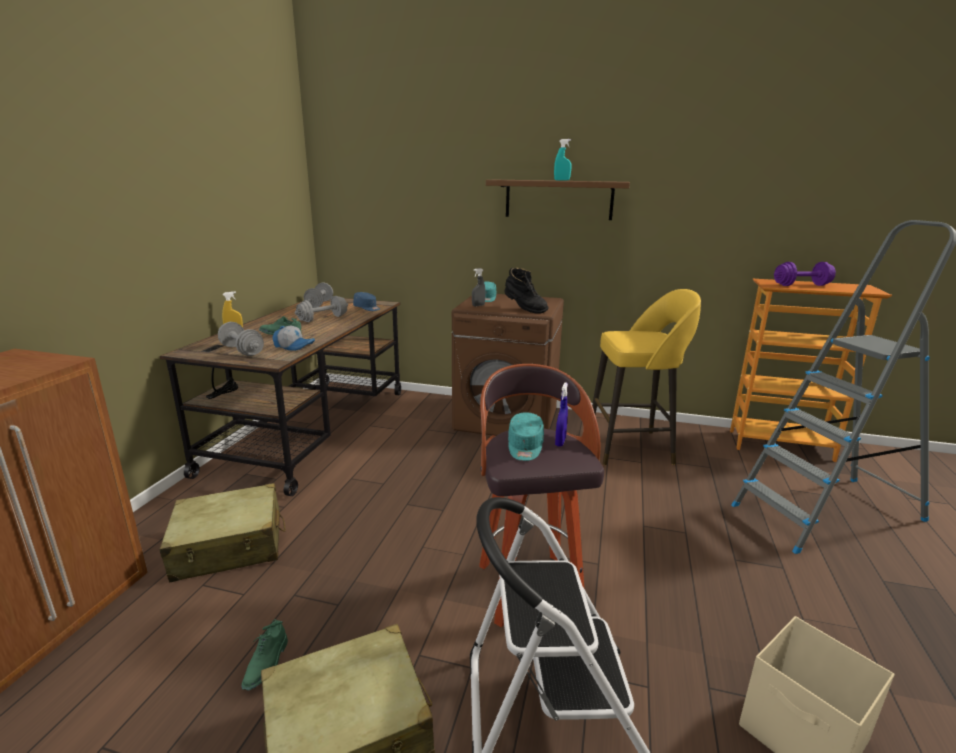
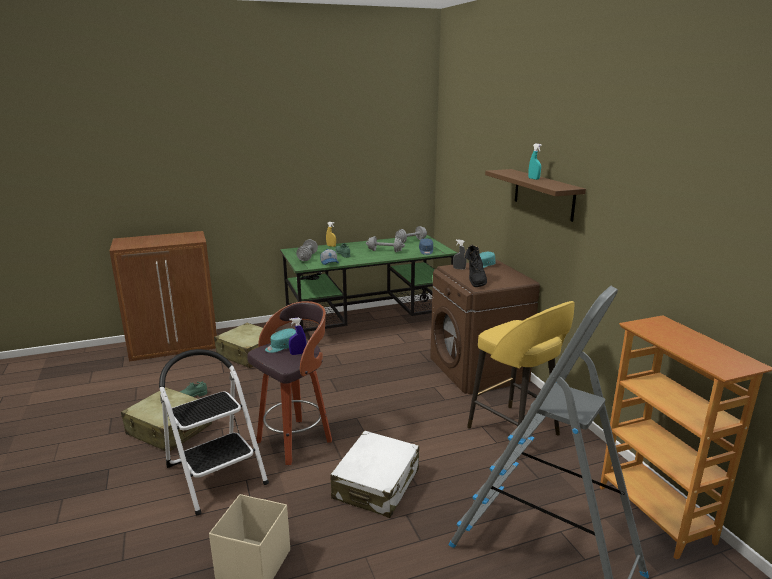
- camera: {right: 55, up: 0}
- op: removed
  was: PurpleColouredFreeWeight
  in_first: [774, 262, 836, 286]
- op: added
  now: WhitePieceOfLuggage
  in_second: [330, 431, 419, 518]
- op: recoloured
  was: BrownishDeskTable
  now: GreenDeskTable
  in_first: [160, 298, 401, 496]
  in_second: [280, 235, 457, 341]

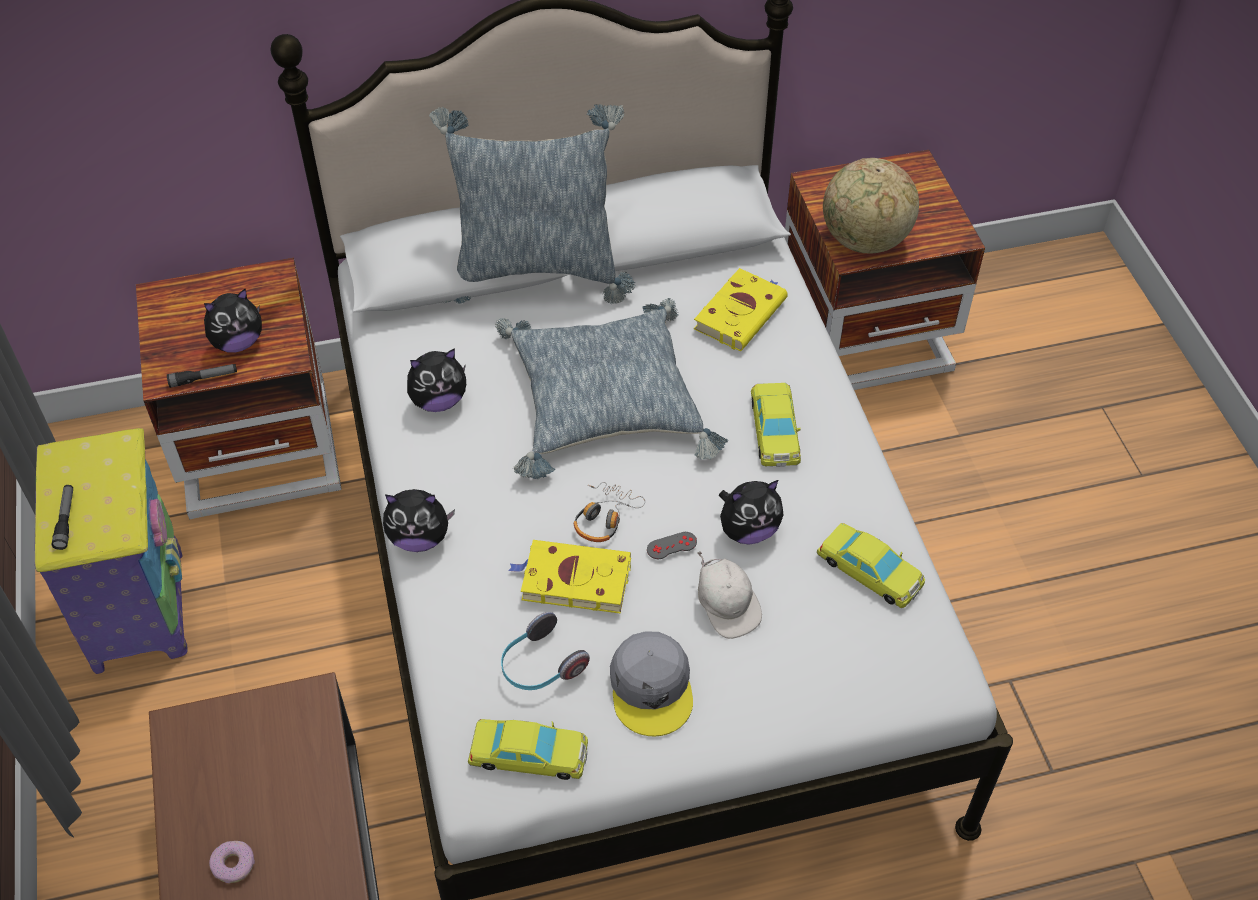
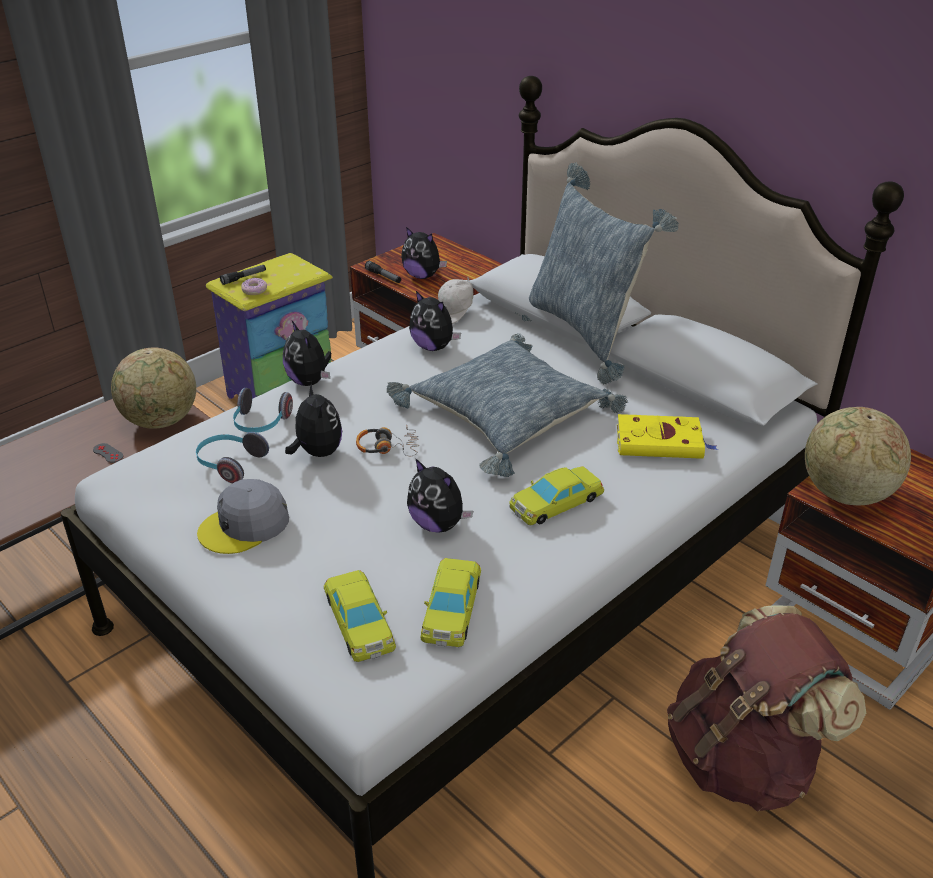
- camera: {right: 60, up: -15}
- op: added
  now: DeskGlobe
  in_second: [111, 348, 196, 429]
- op: added
  now: PairOfHeadphones
  in_second: [233, 388, 293, 433]
- op: added
  now: BrownishRucksack
  in_second: [667, 605, 866, 812]
- op: moved
  was: Doughnut
  in_first: [209, 841, 255, 883]
  in_second: [241, 278, 267, 295]
- op: moved
  was: YellowColouredModelCar
  in_first: [468, 719, 588, 780]
  in_second: [324, 570, 396, 662]
- op: moved
  was: GreyishGameController
  in_first: [647, 532, 697, 559]
  in_second: [93, 443, 123, 463]
- op: moved
  was: WhitePeakedCap
  in_first: [697, 551, 762, 639]
  in_second: [438, 277, 473, 324]
- op: replaced
  was: YellowColouredVolume
  now: PlushToy
  in_first: [508, 540, 631, 614]
  in_second: [285, 383, 342, 457]

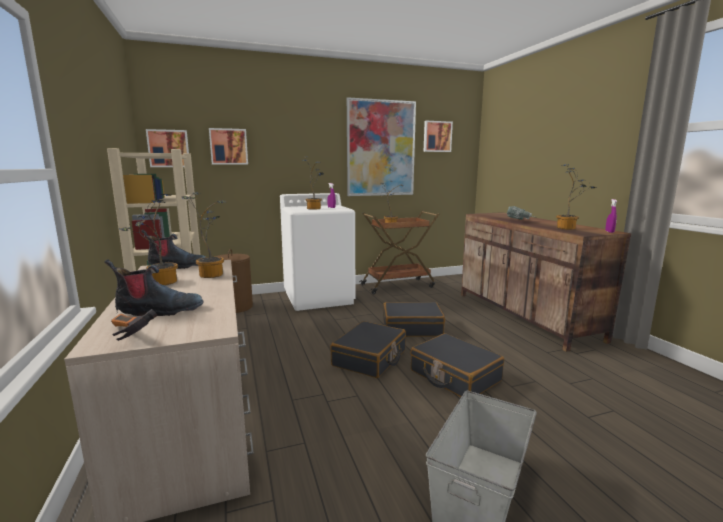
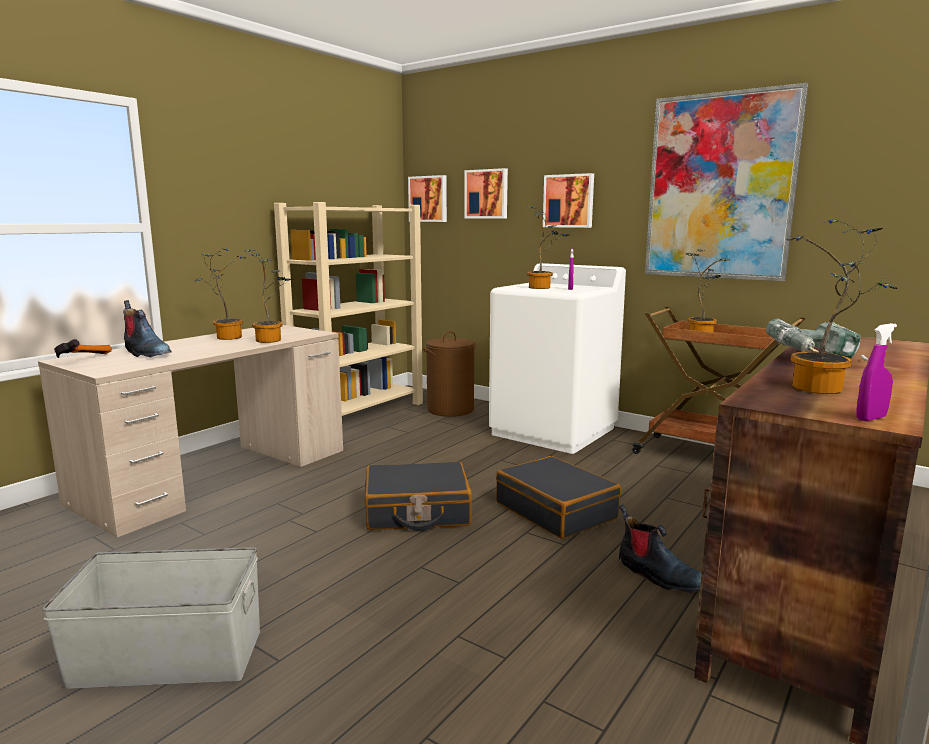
- camera: {right: 55, up: 0}
- op: removed
  was: BlackPieceOfLuggage
  in_first: [410, 333, 504, 397]
- op: moved
  was: Boot
  in_first: [141, 230, 205, 269]
  in_second: [619, 504, 702, 593]
- op: moved
  was: WallPicture
  in_first: [424, 121, 453, 152]
  in_second: [543, 173, 594, 228]

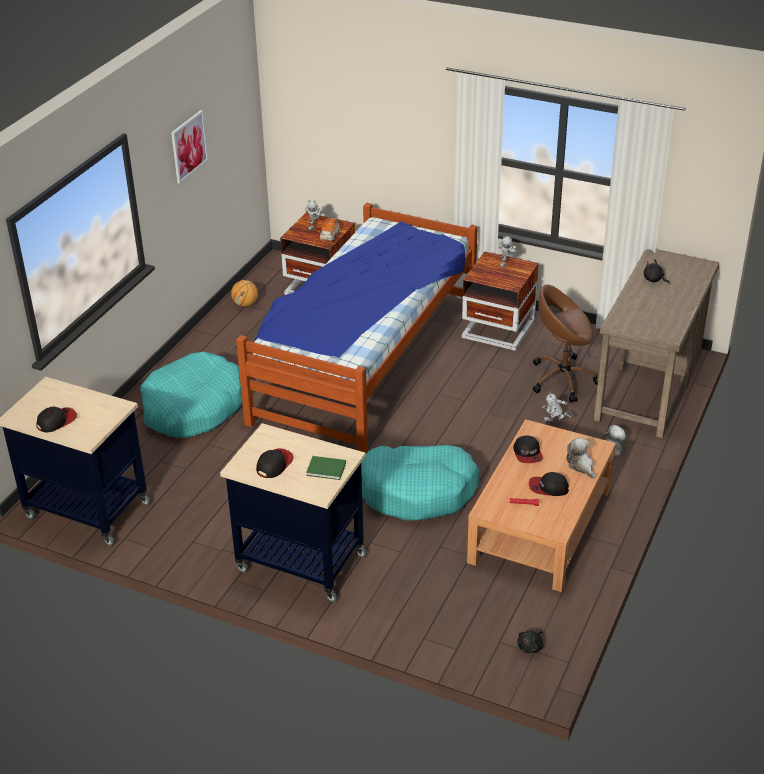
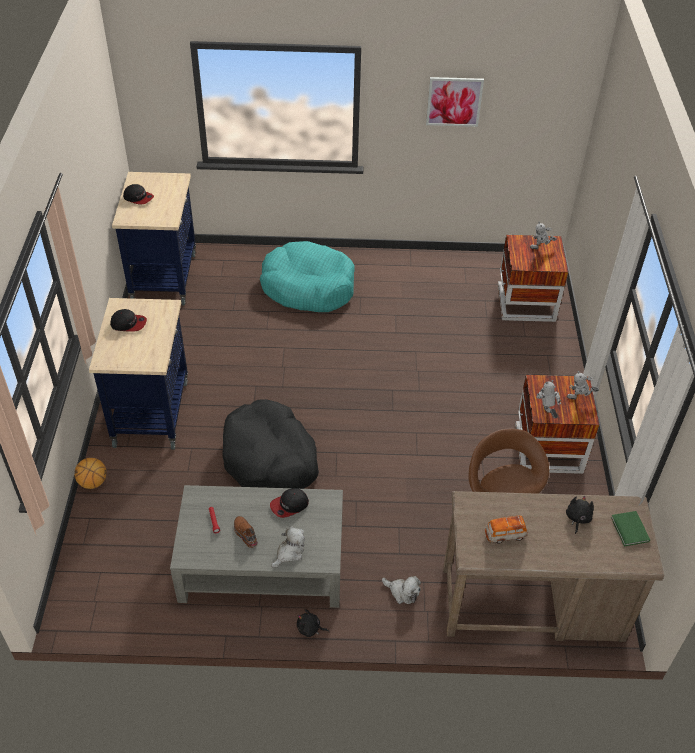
- camera: {right: 65, up: 10}
- op: removed
  was: BedroomBed
  in_first: [236, 202, 478, 454]
- op: moved
  was: Basketball
  in_first: [231, 280, 258, 307]
  in_second: [74, 458, 107, 489]
- op: moved
  was: GreenVolume
  in_first: [306, 456, 346, 480]
  in_second: [611, 511, 650, 547]
- op: moved
  was: ModelCar
  in_first: [320, 218, 340, 242]
  in_second: [485, 515, 528, 544]
- op: moved
  was: BlackPlushToy
  in_first: [517, 630, 544, 653]
  in_second: [297, 609, 329, 637]
- op: moved
  was: RobotFigure
  in_first: [542, 391, 573, 423]
  in_second: [536, 380, 561, 418]
- op: replaced
  was: PeakedCap
  now: BrownishLowShoe
  in_first: [529, 472, 569, 496]
  in_second: [234, 516, 258, 548]
- op: recoloured
  was: TurquoiseColouredPetBed
  now: BlackPetBed
  in_first: [361, 445, 479, 521]
  in_second: [222, 399, 319, 489]
- op: recoloured
  was: BrownishCoffeeTable
  now: GreyishCoffeeTable
  in_first: [467, 419, 616, 592]
  in_second: [170, 485, 343, 608]

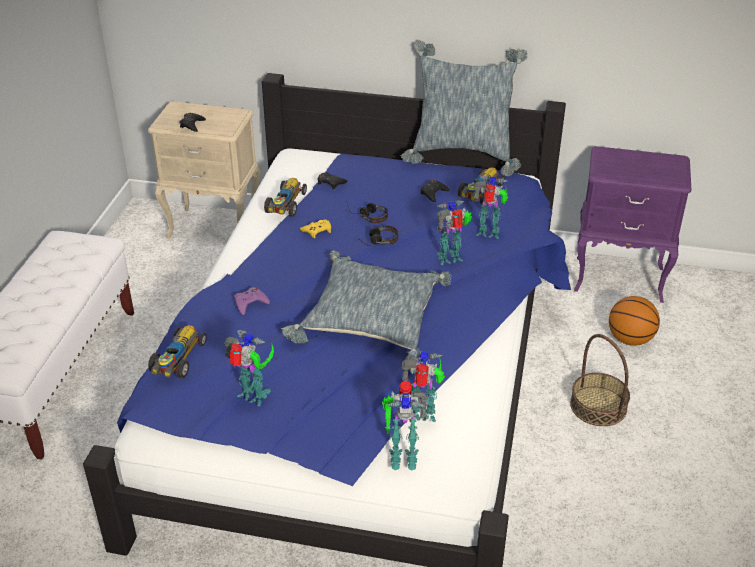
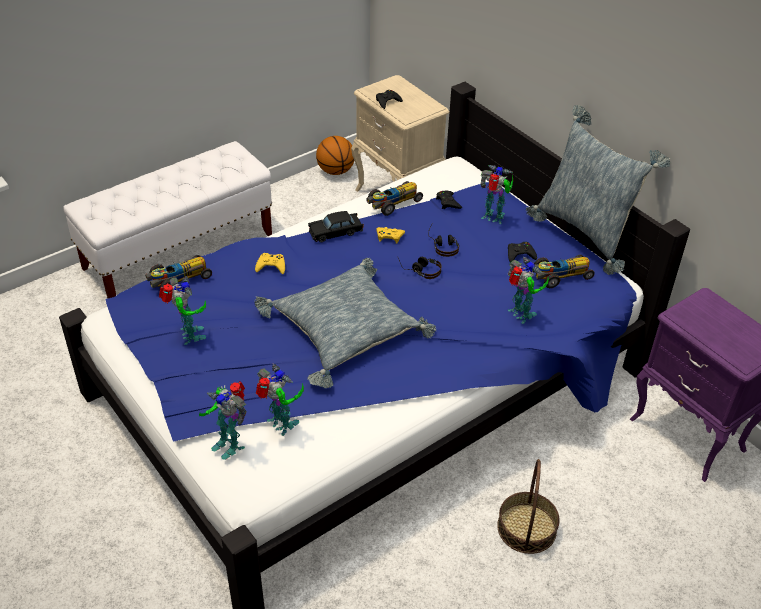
- camera: {right: 40, up: 5}
- op: added
  now: BlackModelCar
  in_second: [308, 211, 364, 242]
- op: moved
  was: RobotFigure
  in_first: [436, 200, 472, 265]
  in_second: [480, 165, 513, 224]
- op: moved
  was: Basketball
  in_first: [609, 296, 660, 346]
  in_second: [316, 136, 354, 175]
- op: recoloured
  was: PurpleColouredGameController
  now: YellowColouredGameController
  in_first: [234, 287, 270, 315]
  in_second: [255, 253, 285, 274]

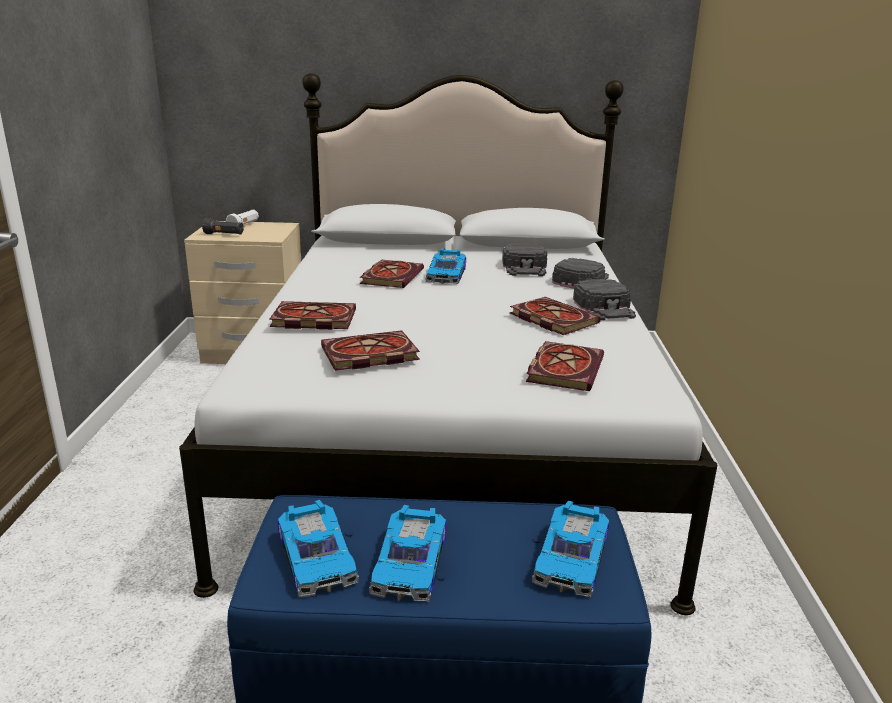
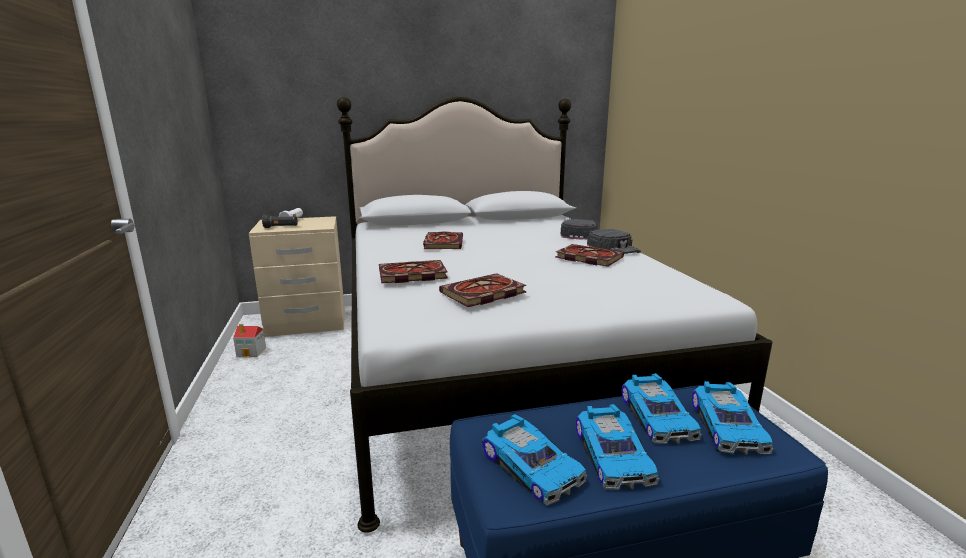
- camera: {right: -15, up: -5}
- op: removed
  was: BlackPeakedCap
  in_first: [503, 244, 547, 276]
- op: removed
  was: Volume
  in_first: [526, 341, 604, 391]
- op: added
  now: ModelHouse
  in_second: [233, 324, 266, 357]
- op: moved
  was: ModelCar
  in_first: [425, 248, 466, 284]
  in_second: [622, 373, 702, 444]

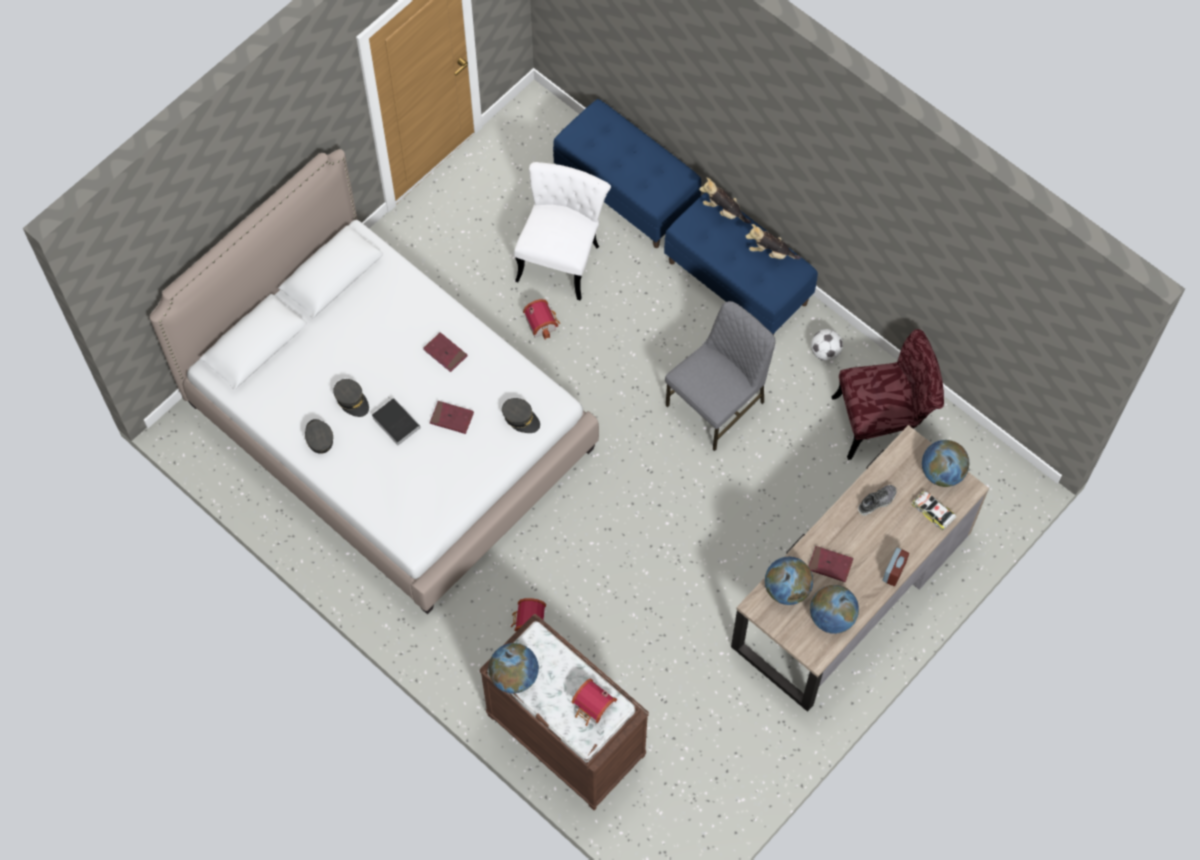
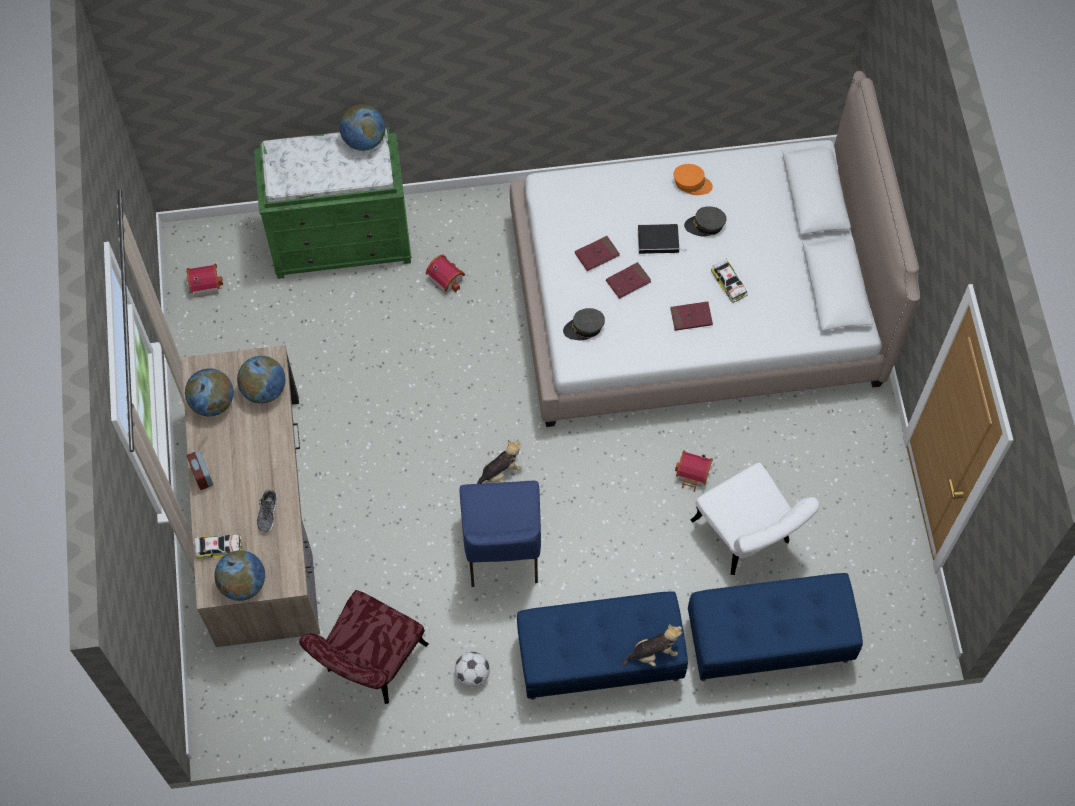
- camera: {right: 130, up: 0}
- op: added
  now: ModelCar
  in_second: [711, 259, 747, 303]
- op: moved
  was: ModelHouse
  in_first: [571, 679, 617, 726]
  in_second: [187, 264, 223, 297]
- op: moved
  was: PlushToy
  in_first: [745, 224, 801, 259]
  in_second: [477, 440, 522, 484]
- op: moved
  was: RedColouredVolume
  in_first: [808, 546, 854, 582]
  in_second: [575, 236, 620, 271]
- op: recoloured
  was: GreyishPeakedCap
  now: OrangePeakedCap
  in_first: [305, 419, 334, 454]
  in_second: [674, 164, 713, 195]
- op: recoloured
  was: BrownishDrawerChest
  now: GreenDrawerChest
  in_first: [480, 614, 649, 810]
  in_second: [254, 127, 411, 279]
- op: recoloured
  was: GreyishChair
  now: BluishChair
  in_first: [665, 301, 776, 451]
  in_second: [460, 481, 541, 587]

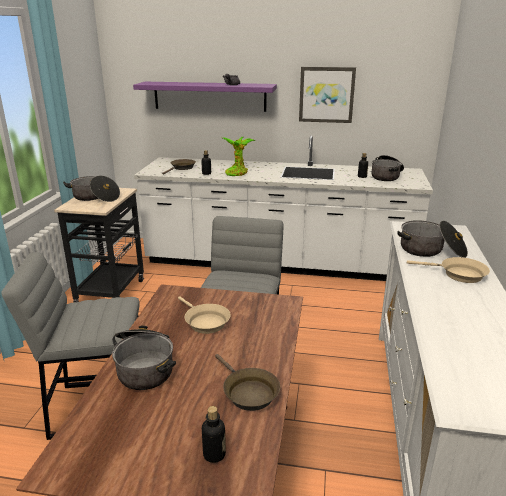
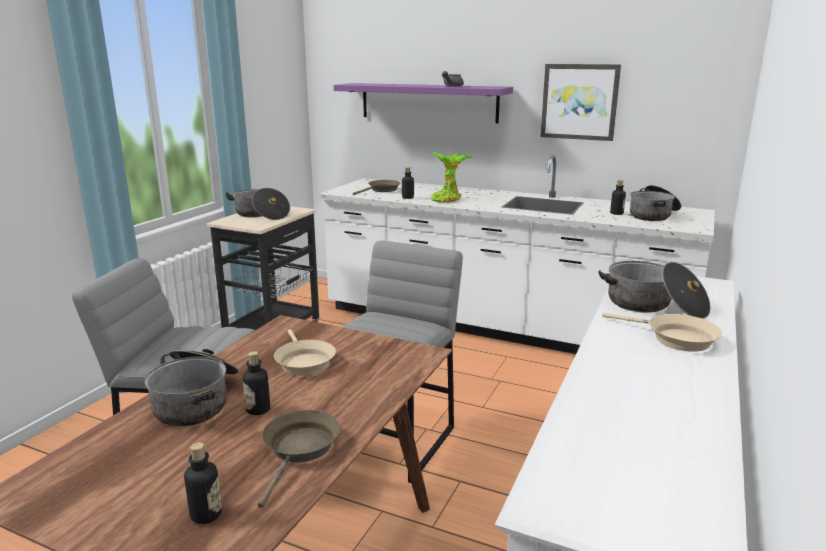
- camera: {right: 15, up: -5}
- op: added
  now: DrinkBottle
  in_second: [243, 351, 270, 415]
- op: turned
  was: BrownishFryingPan
  in_first: [215, 354, 280, 411]
  in_second: [257, 410, 340, 508]
  clockwise: -150

